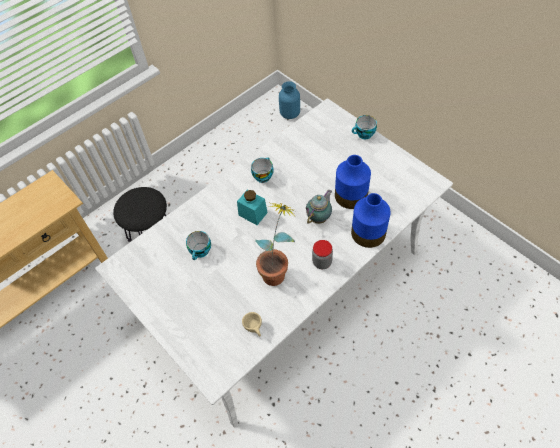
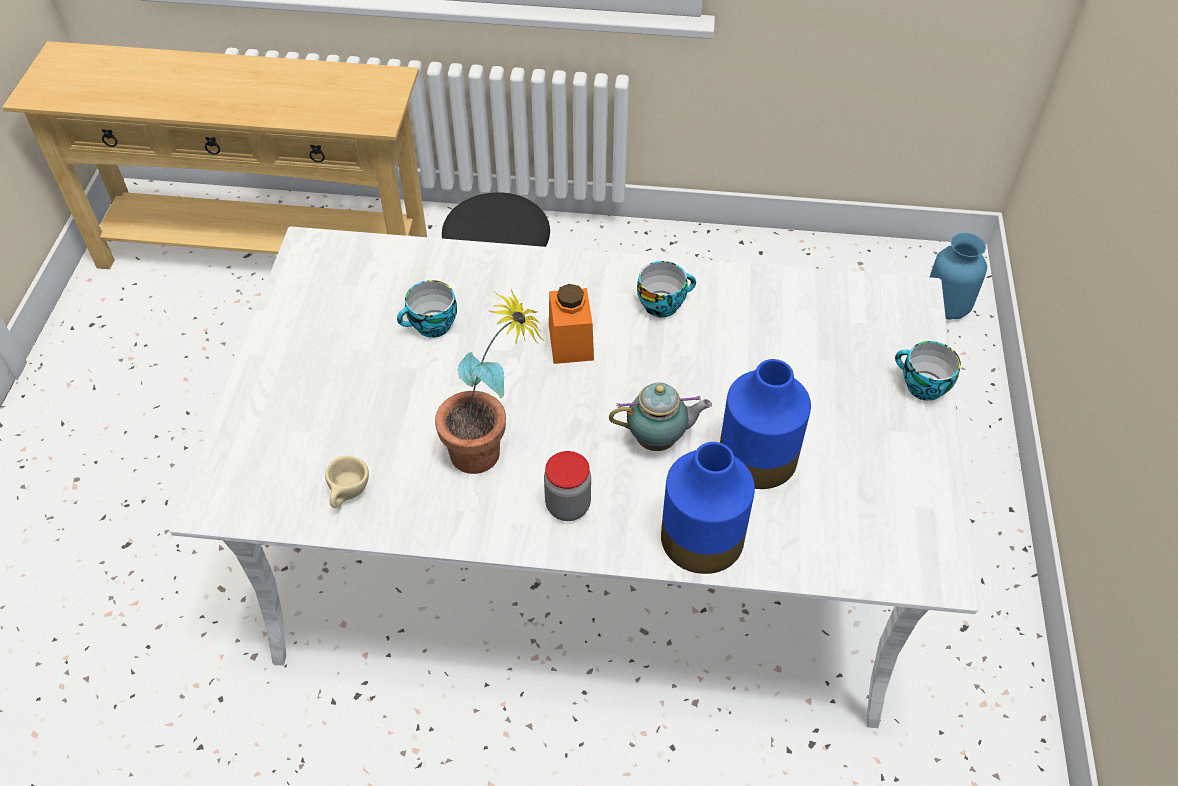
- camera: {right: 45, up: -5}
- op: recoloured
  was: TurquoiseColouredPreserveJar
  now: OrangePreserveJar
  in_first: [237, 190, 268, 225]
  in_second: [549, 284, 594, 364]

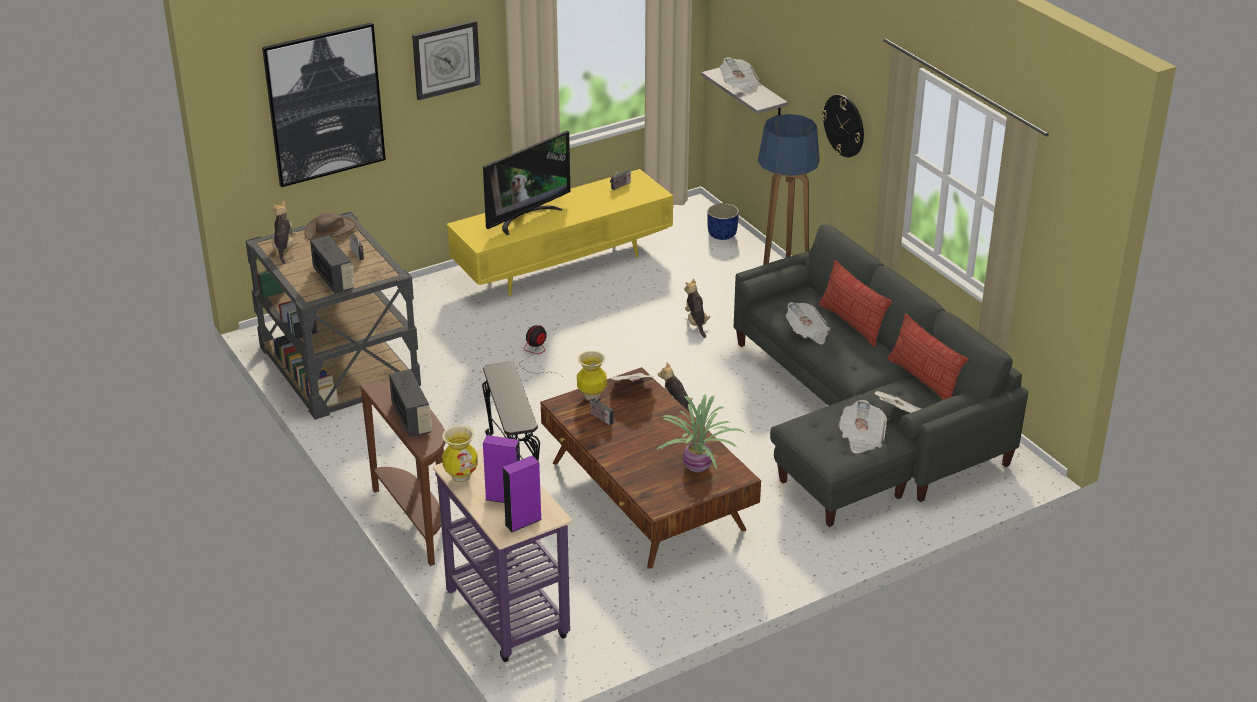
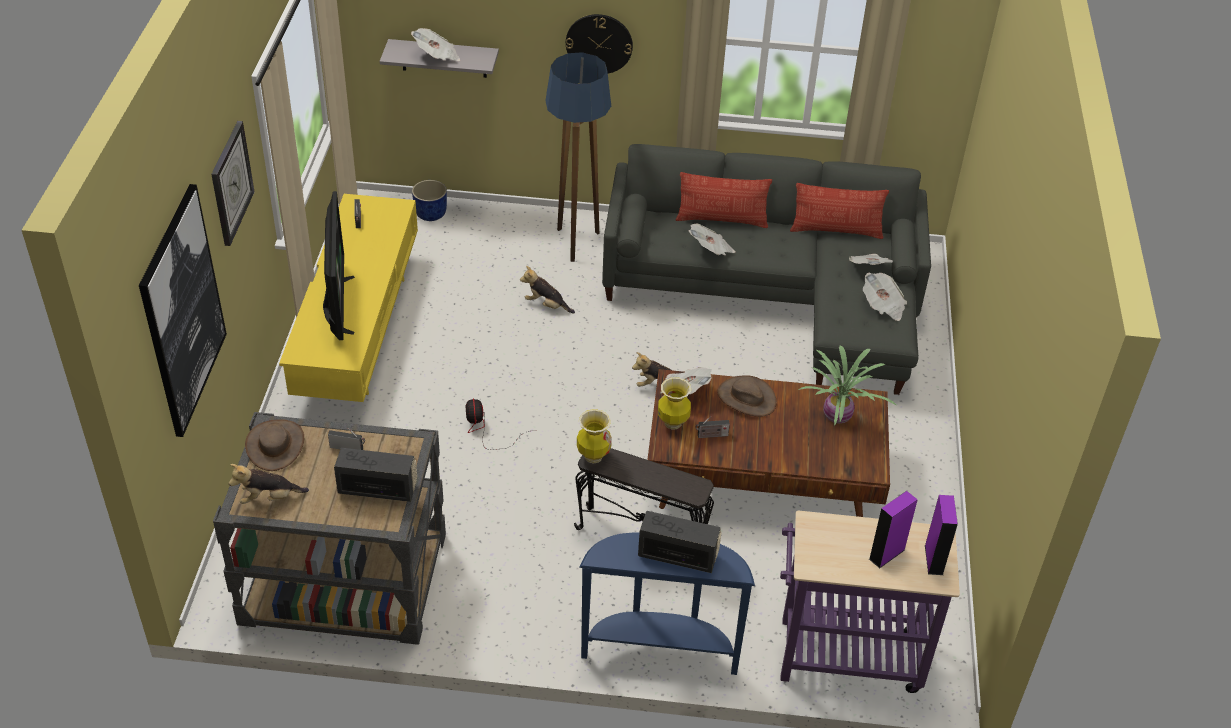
- camera: {right: -55, up: 10}
- op: added
  now: BrownishClothingHat
  in_second: [717, 375, 777, 417]
- op: moved
  was: DecorativeVase
  in_first: [442, 426, 478, 483]
  in_second: [577, 409, 612, 464]
- op: recoloured
  was: BrownishConsoleTable
  now: BluishConsoleTable
  in_first: [360, 382, 446, 566]
  in_second: [580, 533, 755, 675]
- op: turned
  was: PlushToy
  in_first: [272, 201, 298, 264]
  in_second: [229, 464, 309, 504]
  clockwise: -45

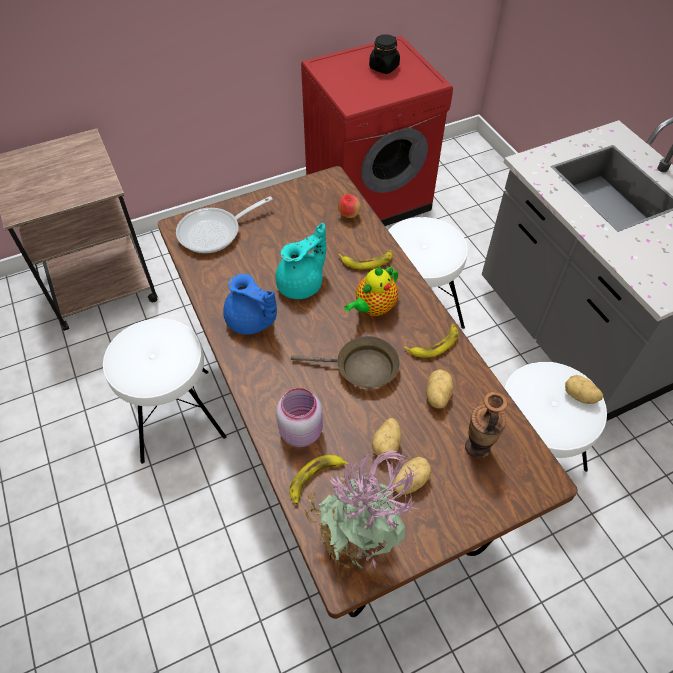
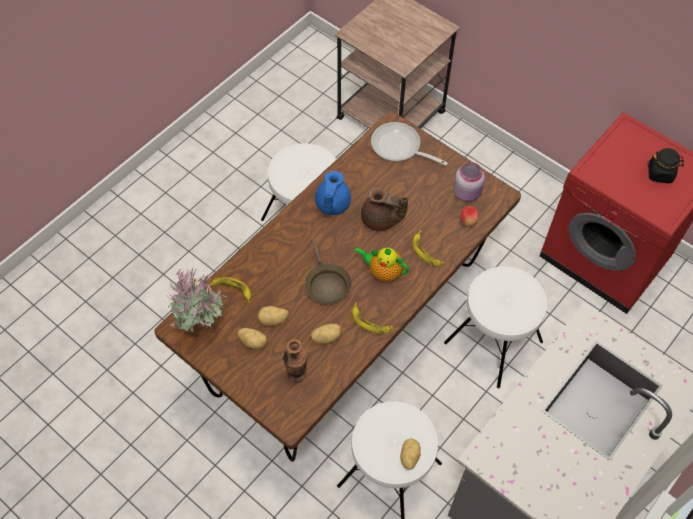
- camera: {right: 65, up: 5}
- op: moved
  was: PinkColouredPreserveJar
  in_first: [276, 388, 323, 447]
  in_second: [453, 162, 485, 202]
- op: recoloured
  was: TurquoiseColouredTeapot
  now: BrownishTeapot
  in_first: [275, 223, 326, 299]
  in_second: [361, 187, 408, 231]

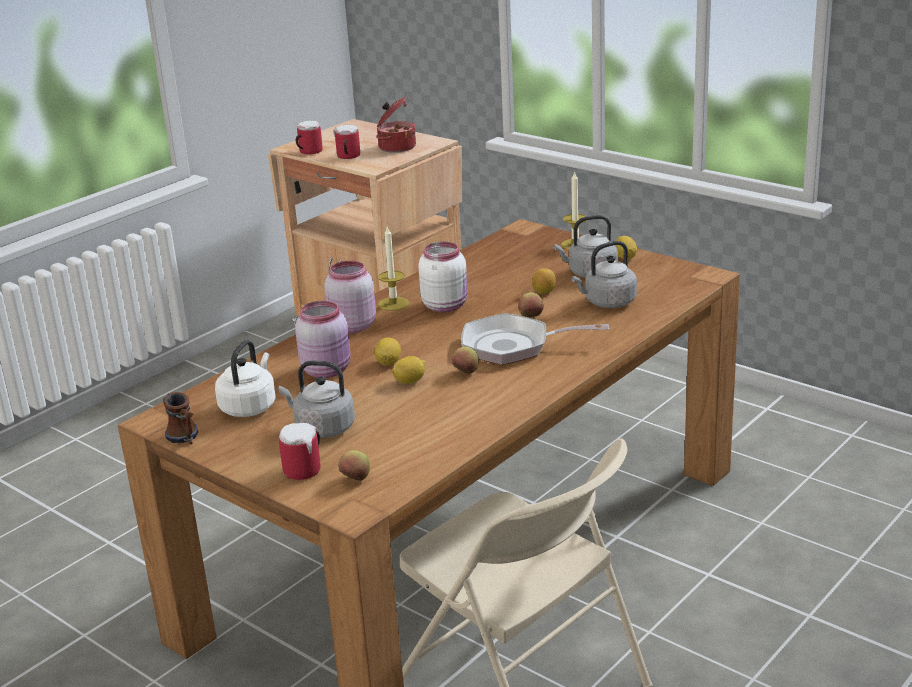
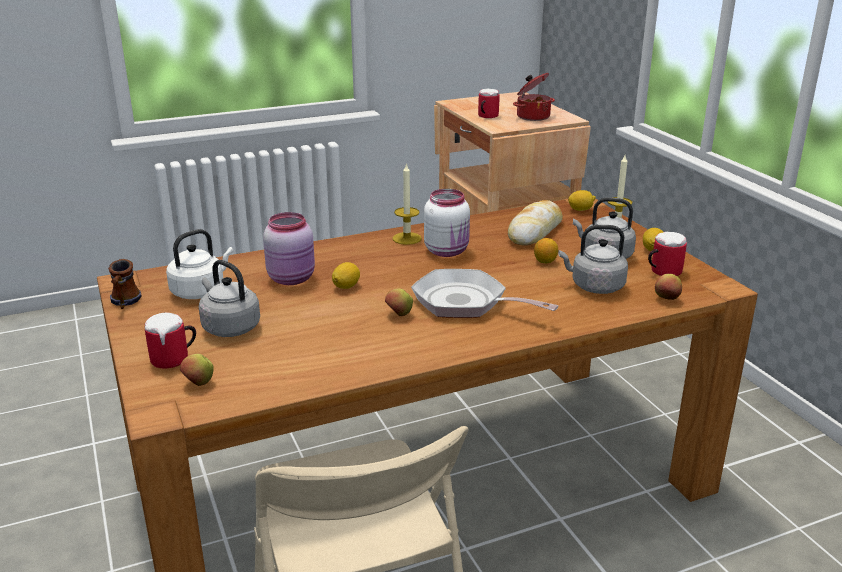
- camera: {right: 25, up: 0}
- op: removed
  was: PinkColouredPreserveJar
  in_first: [324, 261, 376, 333]
- op: added
  now: Bread
  in_second: [508, 200, 563, 246]
- op: moved
  was: TeaMug
  in_first: [296, 121, 323, 154]
  in_second: [648, 232, 687, 276]
- op: moved
  was: Lemon
  in_first: [392, 356, 425, 384]
  in_second: [568, 190, 596, 211]
- op: moved
  was: Apple
  in_first: [518, 292, 544, 317]
  in_second: [655, 274, 682, 300]

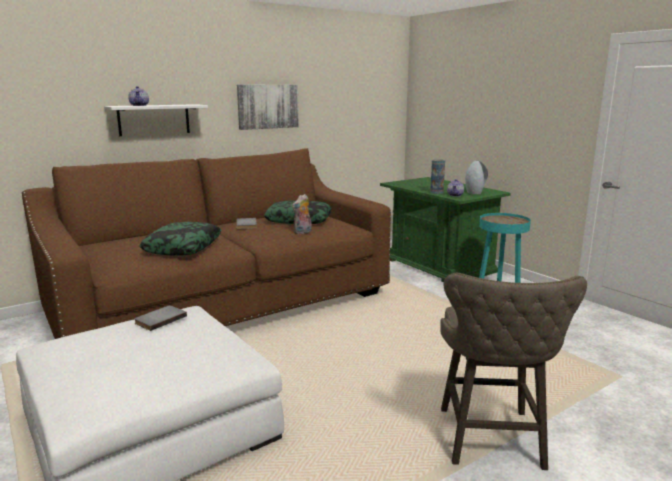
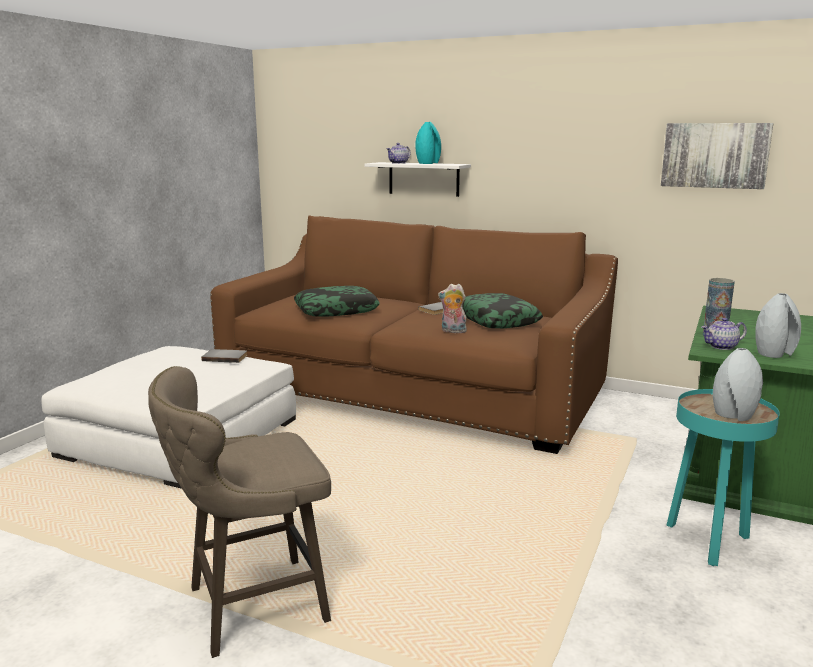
- camera: {right: 60, up: 0}
- op: added
  now: TurquoiseColouredDecorativeVase
  in_second: [415, 122, 441, 164]
- op: added
  now: GreyishDecorativeVase
  in_second: [713, 348, 763, 421]
- op: moved
  was: WallPicture
  in_first: [237, 85, 299, 130]
  in_second: [661, 123, 774, 189]

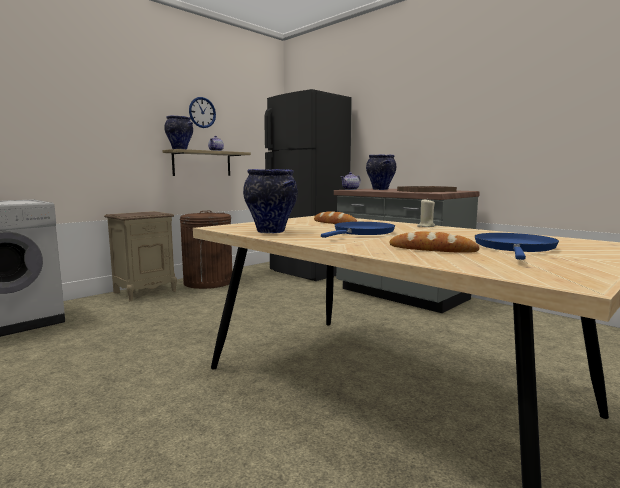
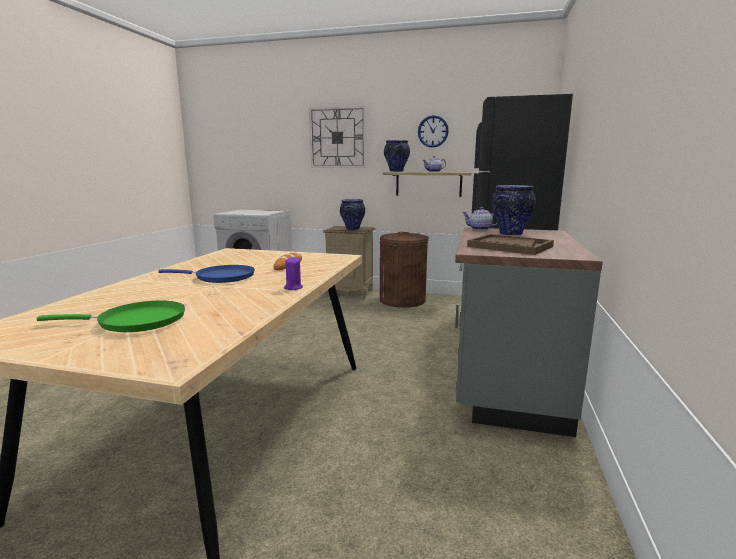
- camera: {right: 60, up: 5}
- op: removed
  was: Bread
  in_first: [389, 231, 479, 253]
- op: added
  now: WallClock
  in_second: [309, 106, 366, 168]
- op: moved
  was: DecorativeVase
  in_first: [243, 169, 298, 233]
  in_second: [340, 199, 365, 230]
- op: recoloured
  was: SandColouredWaxLight
  now: PurpleColouredWaxLight
  in_first: [417, 198, 435, 227]
  in_second: [284, 257, 303, 290]
- op: recoloured
  was: BluishFryingPan
  now: GreenFryingPan
  in_first: [475, 233, 559, 260]
  in_second: [36, 301, 185, 332]

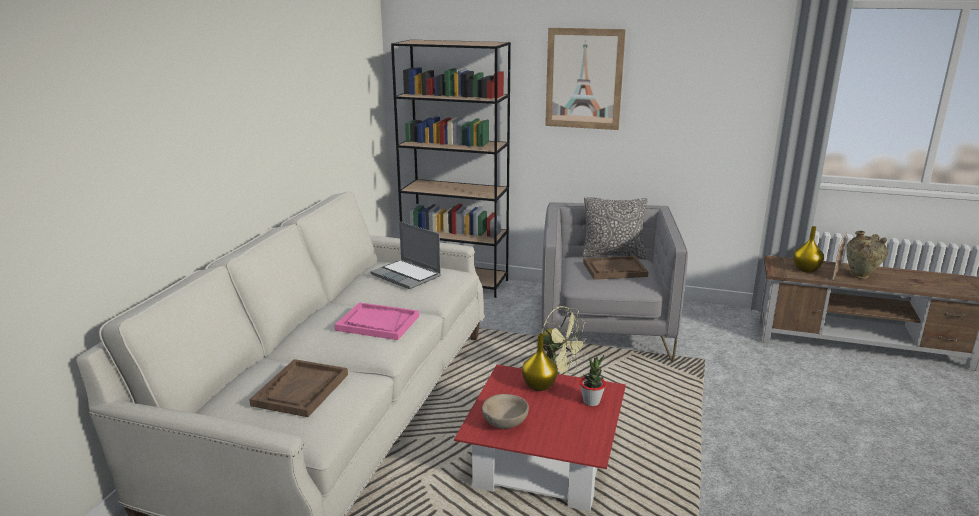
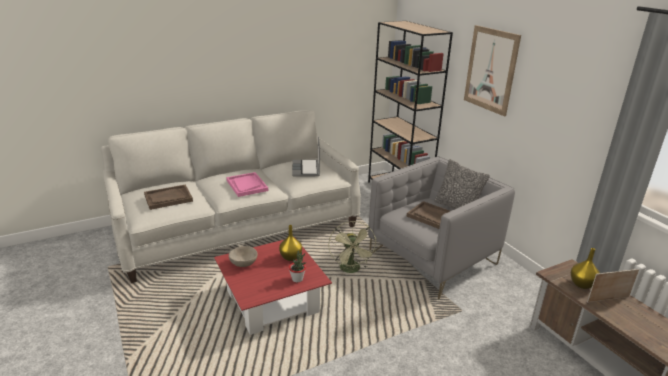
- camera: {right: 45, up: 5}
- op: removed
  was: SandColouredDecorativeVase
  in_first: [846, 231, 888, 279]

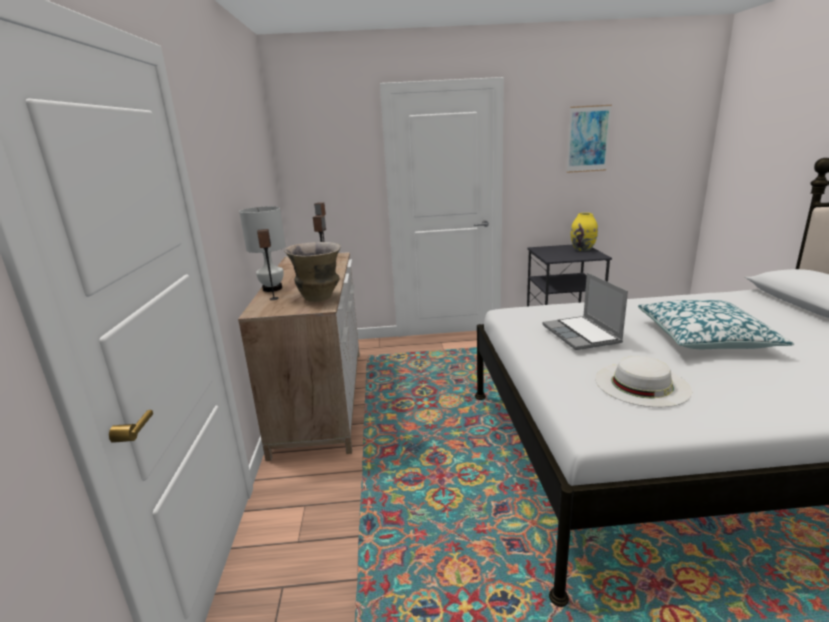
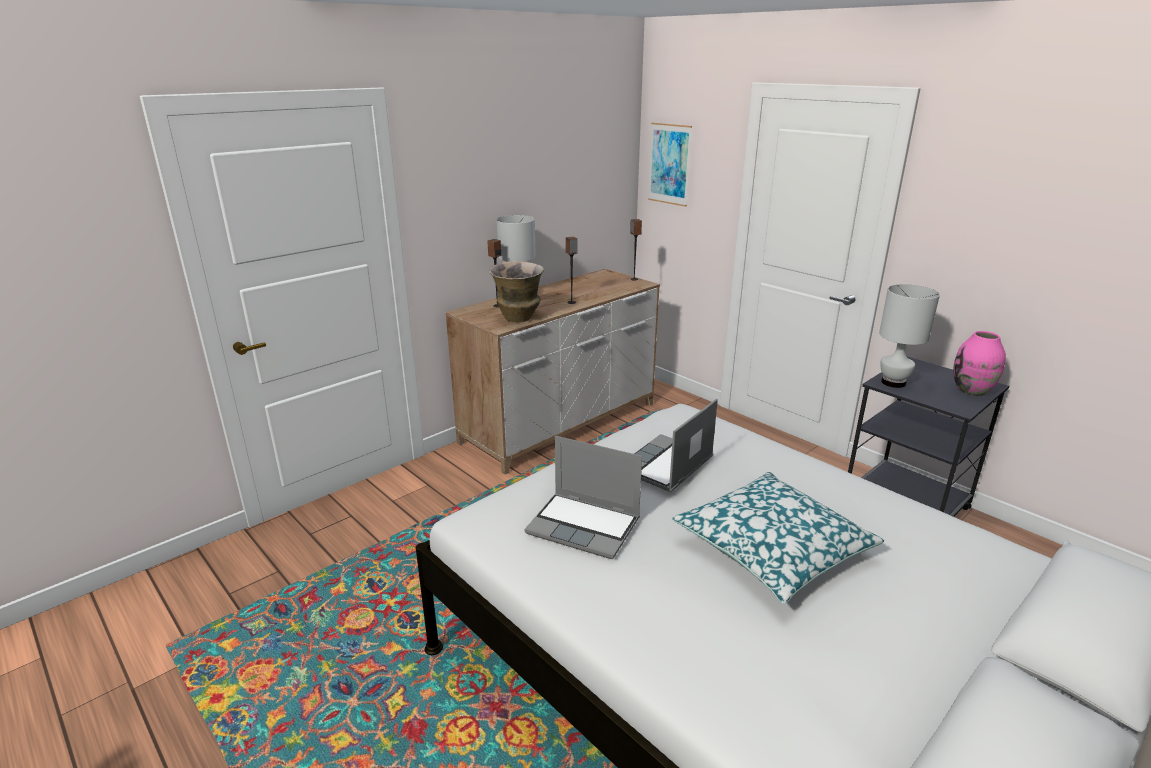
- camera: {right: 50, up: 5}
- op: added
  now: WhiteLampForATable
  in_second: [879, 284, 940, 388]
- op: moved
  was: WallPicture
  in_first: [567, 105, 612, 173]
  in_second: [648, 123, 692, 207]
- op: replaced
  was: WhiteClothingHat
  now: PortableComputer
  in_first: [595, 356, 692, 407]
  in_second: [525, 436, 642, 559]
- op: recoloured
  was: YellowColouredDecorativeVase
  now: PinkColouredDecorativeVase
  in_first: [571, 213, 598, 251]
  in_second: [953, 331, 1006, 396]

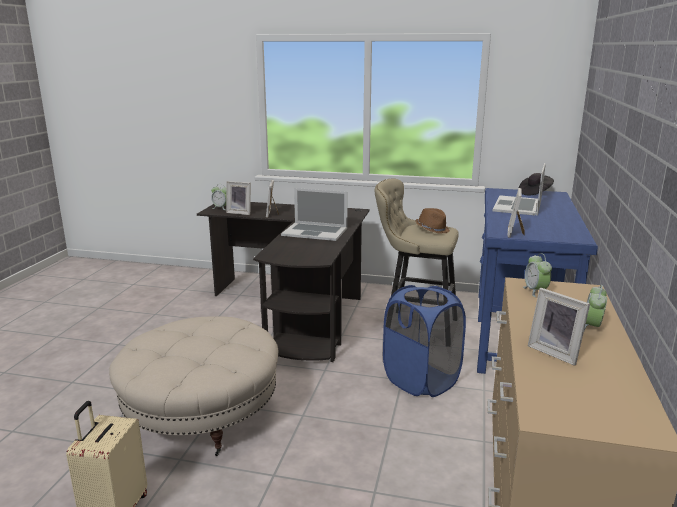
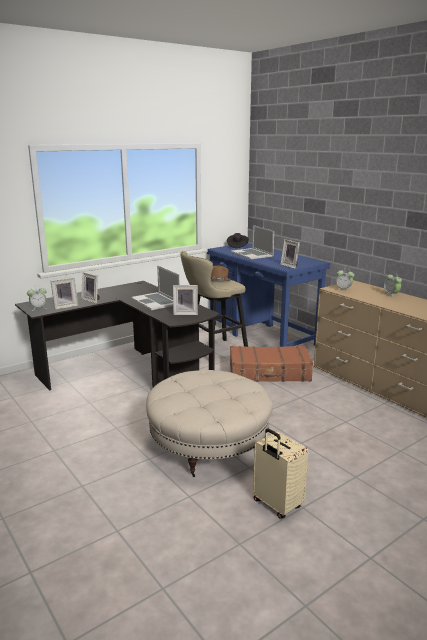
- camera: {right: -50, up: 0}
- op: moved
  was: StandingFrame
  in_first: [528, 288, 590, 366]
  in_second: [173, 285, 198, 315]
- op: replaced
  was: BluishWashingBasket
  now: BrownishPieceOfLuggage
  in_first: [383, 285, 466, 397]
  in_second: [230, 346, 313, 382]
- op: turned
  was: PortableComputer
  in_first: [281, 188, 348, 241]
  in_second: [131, 265, 180, 310]
  clockwise: 90

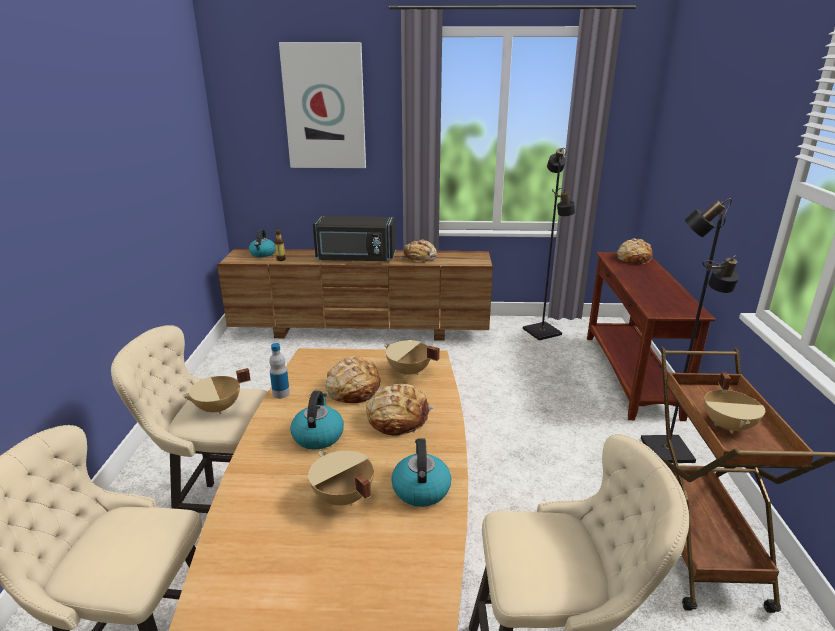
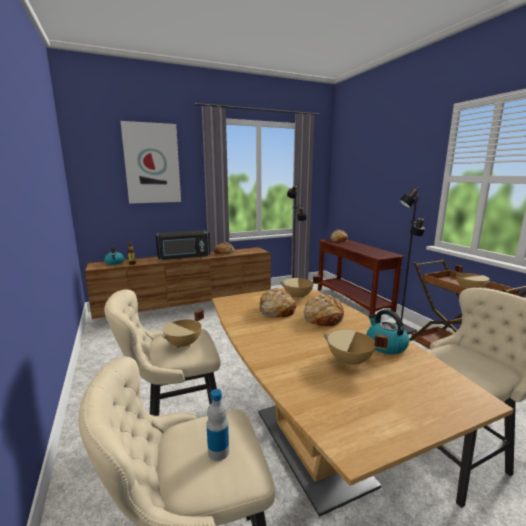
- camera: {right: -25, up: -10}
- op: removed
  was: Kettle
  in_first: [290, 391, 344, 449]
- op: moved
  was: DrinkBottle
  in_first: [269, 343, 290, 399]
  in_second: [207, 389, 229, 461]

